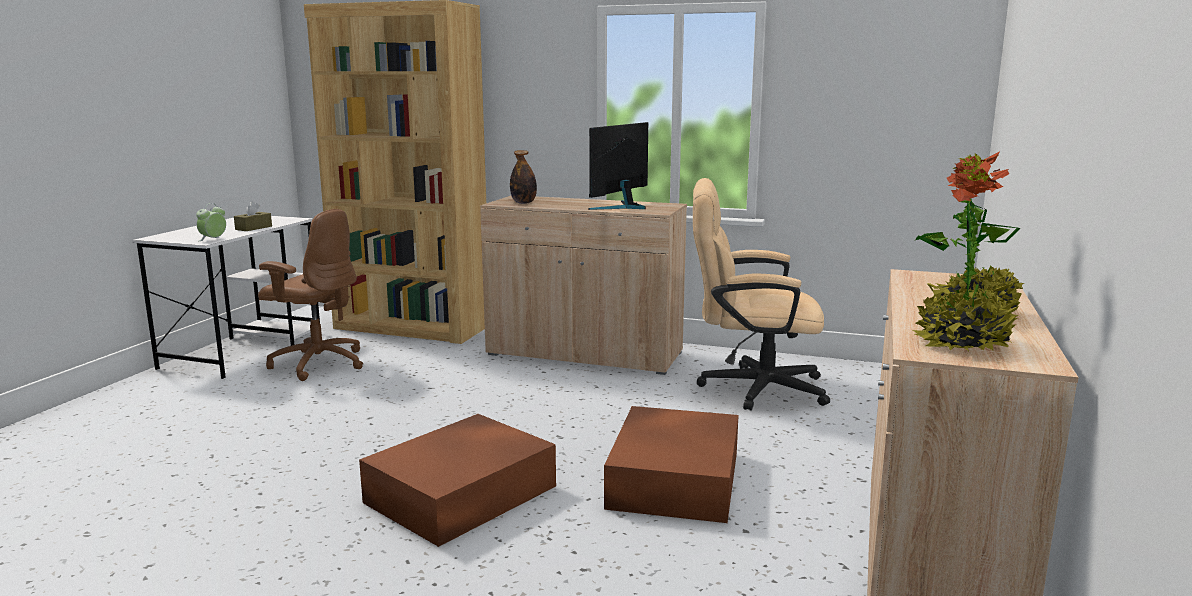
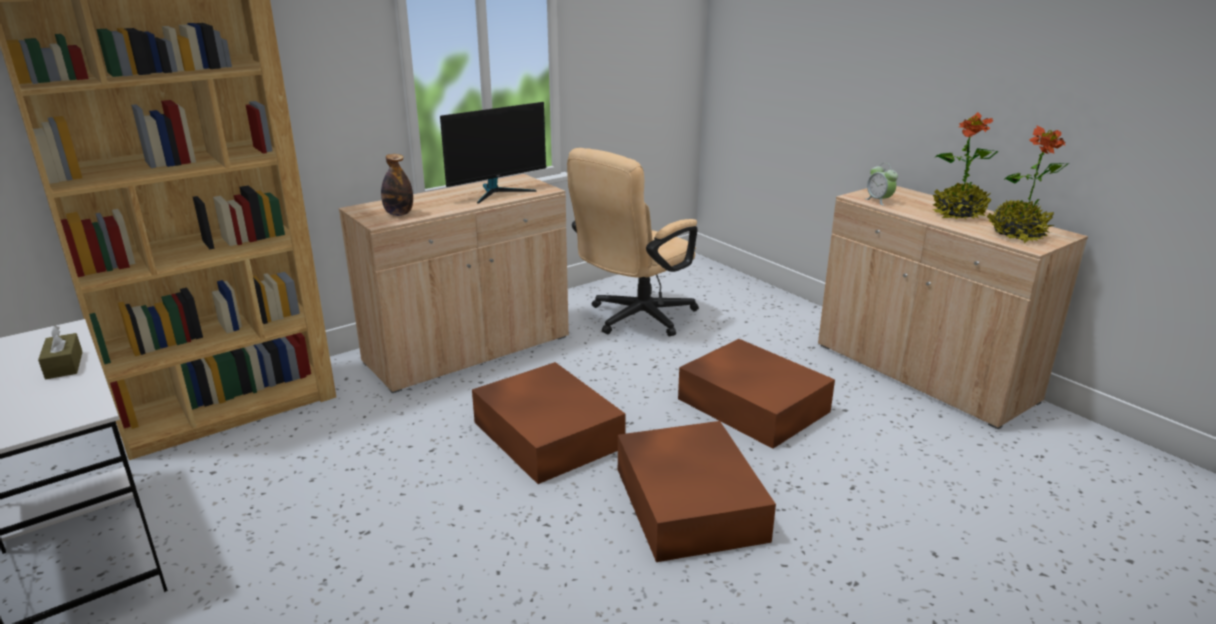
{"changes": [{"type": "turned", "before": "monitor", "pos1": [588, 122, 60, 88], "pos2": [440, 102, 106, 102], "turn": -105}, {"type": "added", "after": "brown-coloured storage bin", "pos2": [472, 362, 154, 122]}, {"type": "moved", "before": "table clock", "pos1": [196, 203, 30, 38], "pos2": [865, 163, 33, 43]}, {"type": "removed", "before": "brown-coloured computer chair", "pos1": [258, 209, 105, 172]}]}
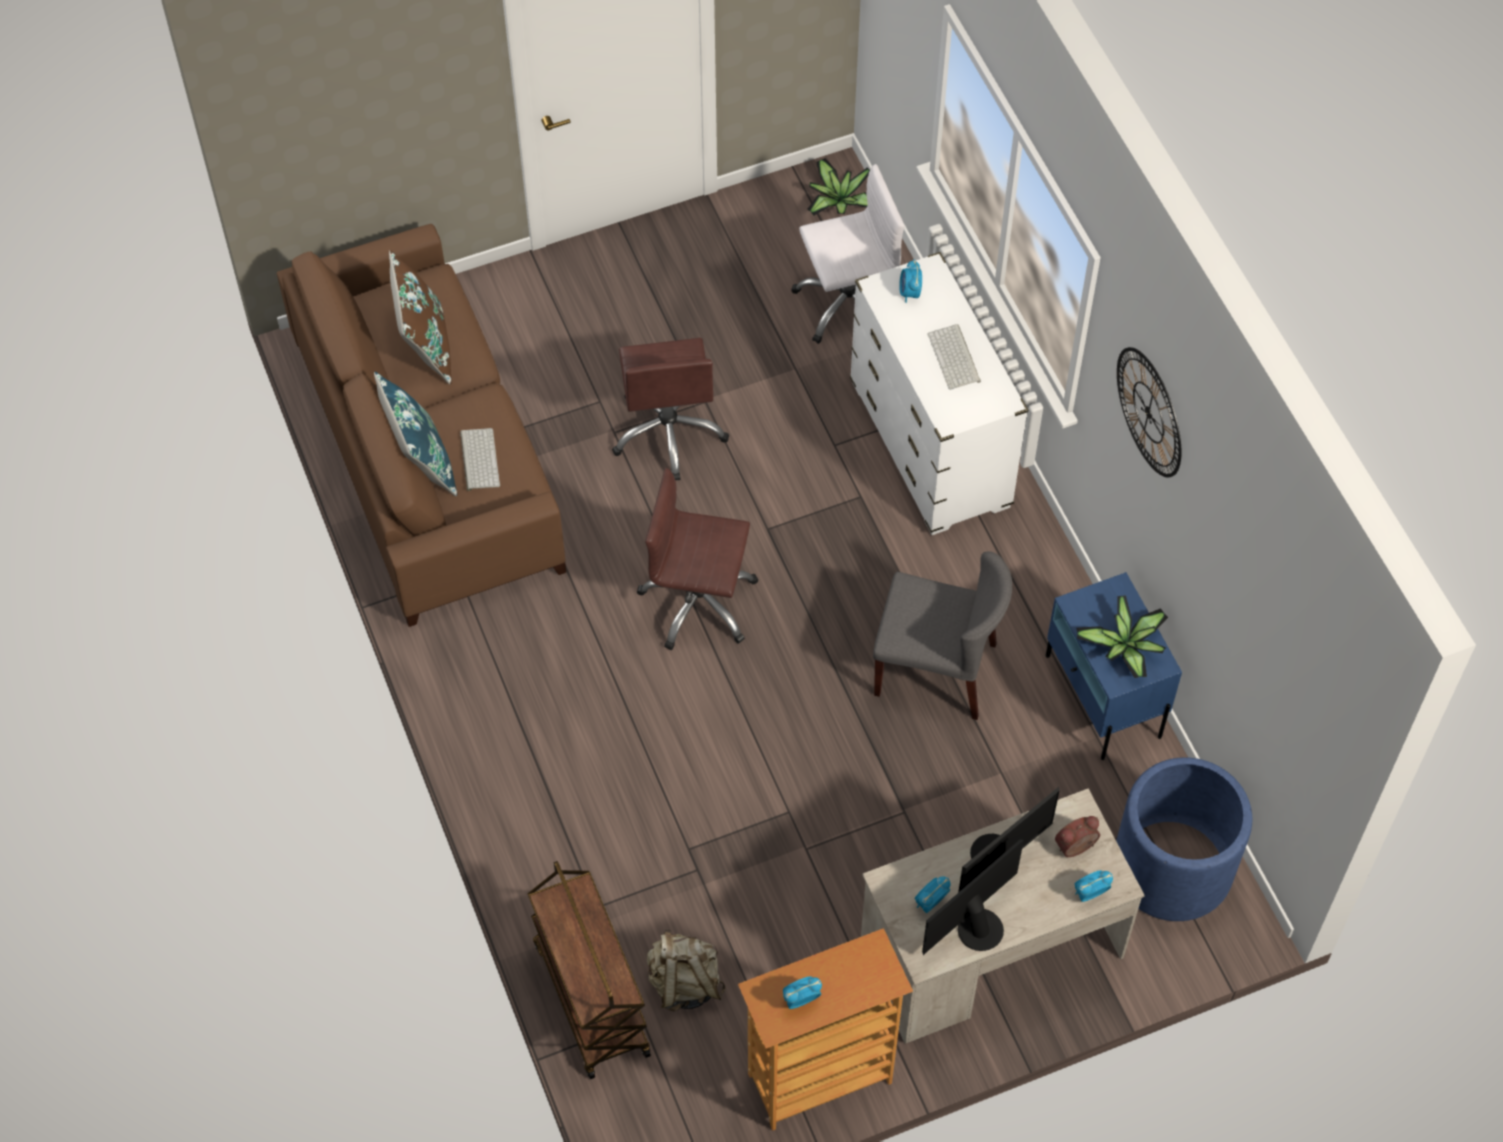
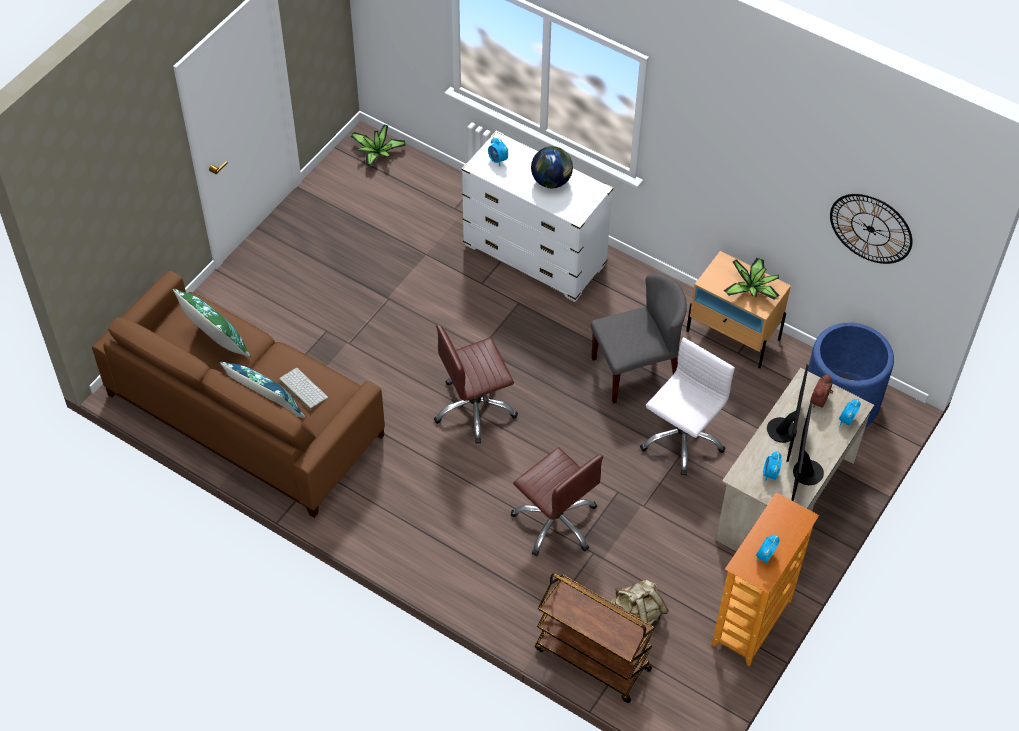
{"changes": [{"type": "recoloured", "before": "brown-coloured cushion", "after": "green-coloured cushion", "pos1": [389, 250, 63, 134], "pos2": [173, 288, 77, 69]}, {"type": "moved", "before": "brown-coloured computer chair", "pos1": [612, 338, 117, 142], "pos2": [511, 447, 92, 109]}, {"type": "replaced", "before": "PC keyboard", "after": "world globe", "pos1": [927, 324, 54, 66], "pos2": [531, 146, 42, 42]}, {"type": "moved", "before": "white-coloured computer chair", "pos1": [791, 164, 114, 180], "pos2": [640, 337, 95, 138]}, {"type": "recoloured", "before": "blue nightstand", "after": "beige nightstand", "pos1": [1046, 572, 136, 188], "pos2": [686, 251, 105, 117]}, {"type": "moved", "before": "clock on the wall", "pos1": [1117, 347, 64, 131], "pos2": [830, 194, 82, 70]}]}
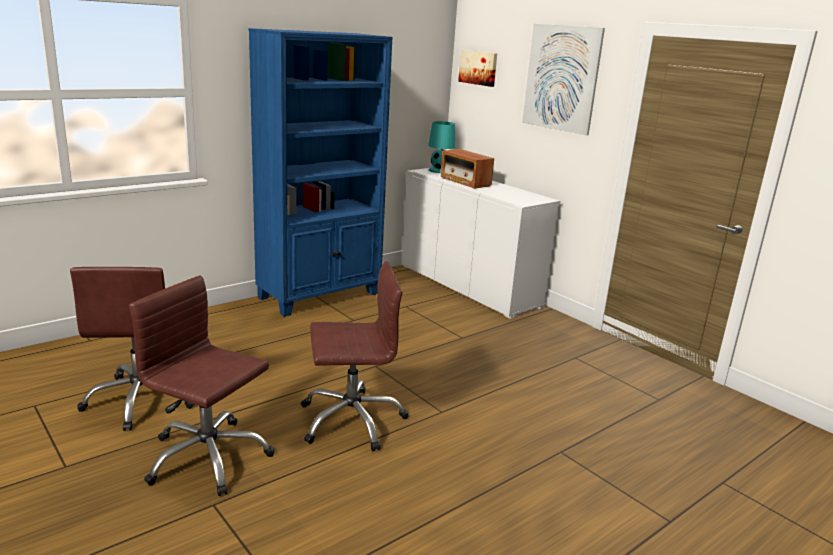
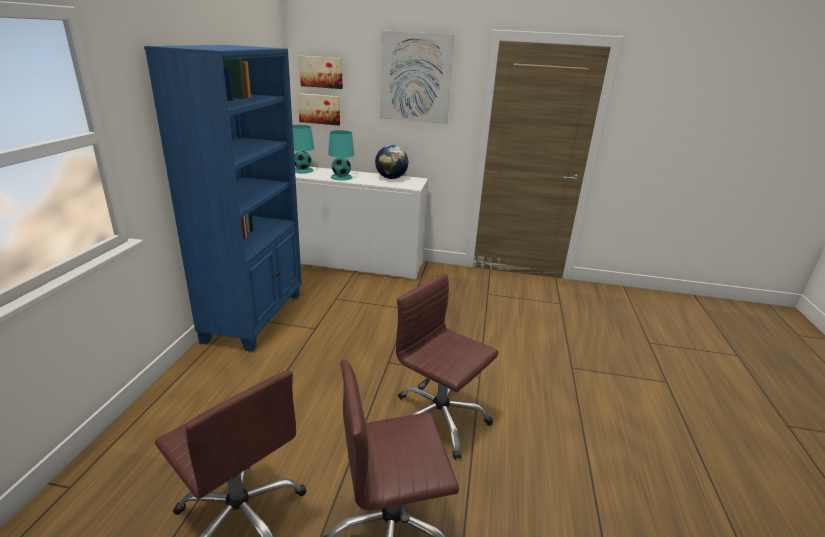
{"changes": [{"type": "added", "after": "picture", "pos2": [298, 93, 42, 32]}, {"type": "replaced", "before": "radio receiver", "after": "blue-green table lamp", "pos1": [441, 149, 53, 40], "pos2": [328, 130, 26, 51]}, {"type": "added", "after": "world globe", "pos2": [375, 145, 34, 34]}, {"type": "turned", "before": "brown-coloured computer chair", "pos1": [301, 261, 107, 190], "pos2": [396, 272, 103, 188], "turn": -90}]}
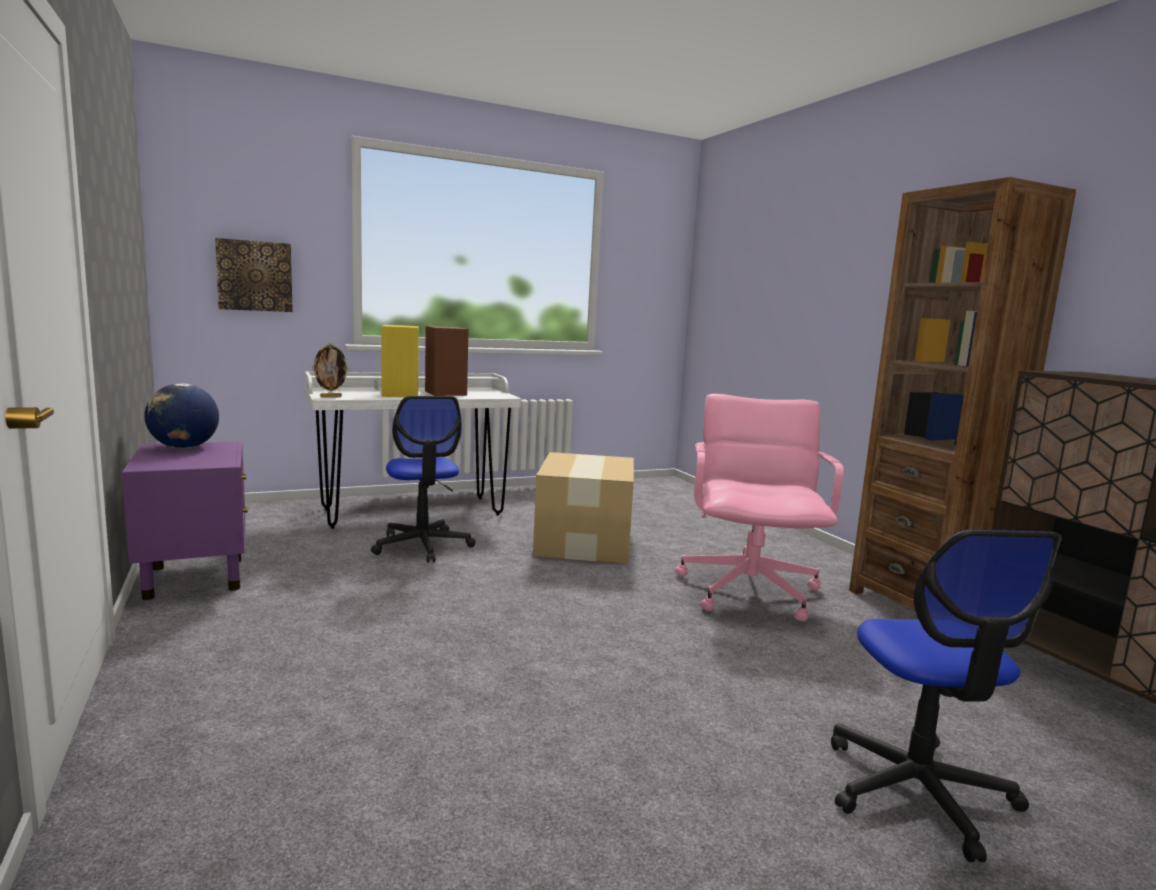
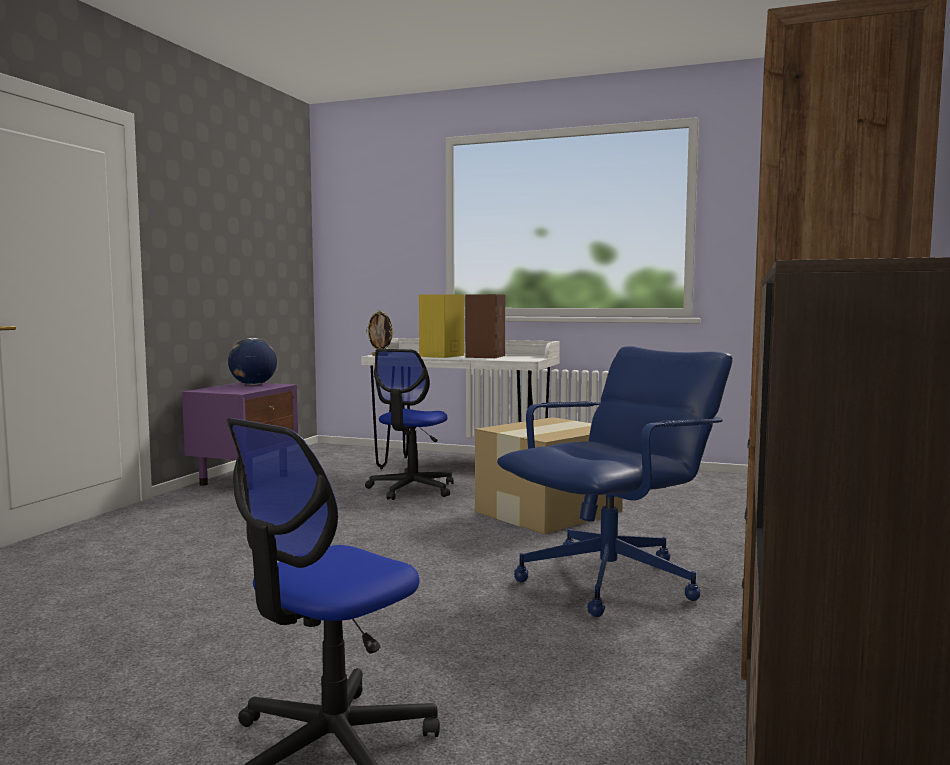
{"changes": [{"type": "recoloured", "before": "pink computer chair", "after": "blue computer chair", "pos1": [675, 394, 169, 228], "pos2": [497, 346, 236, 271]}, {"type": "removed", "before": "picture", "pos1": [215, 238, 78, 74]}]}
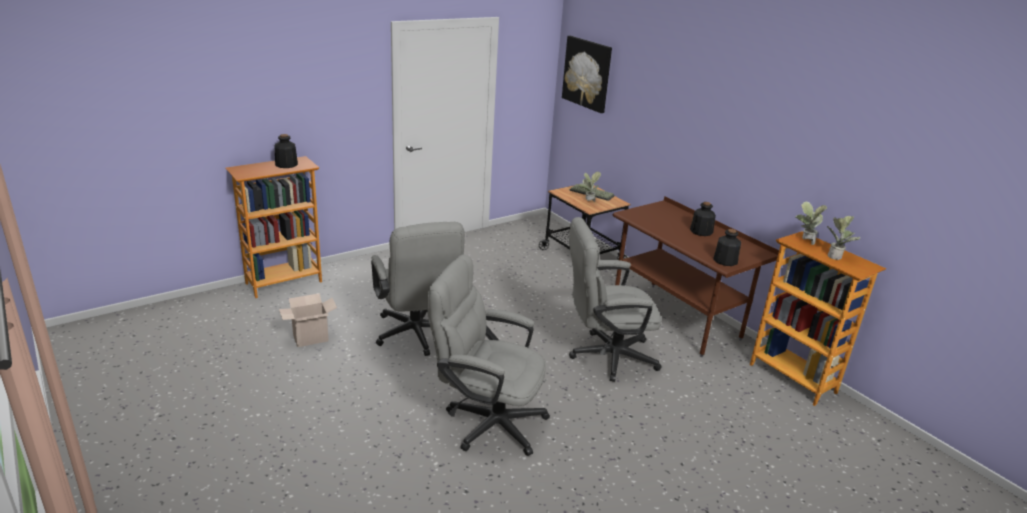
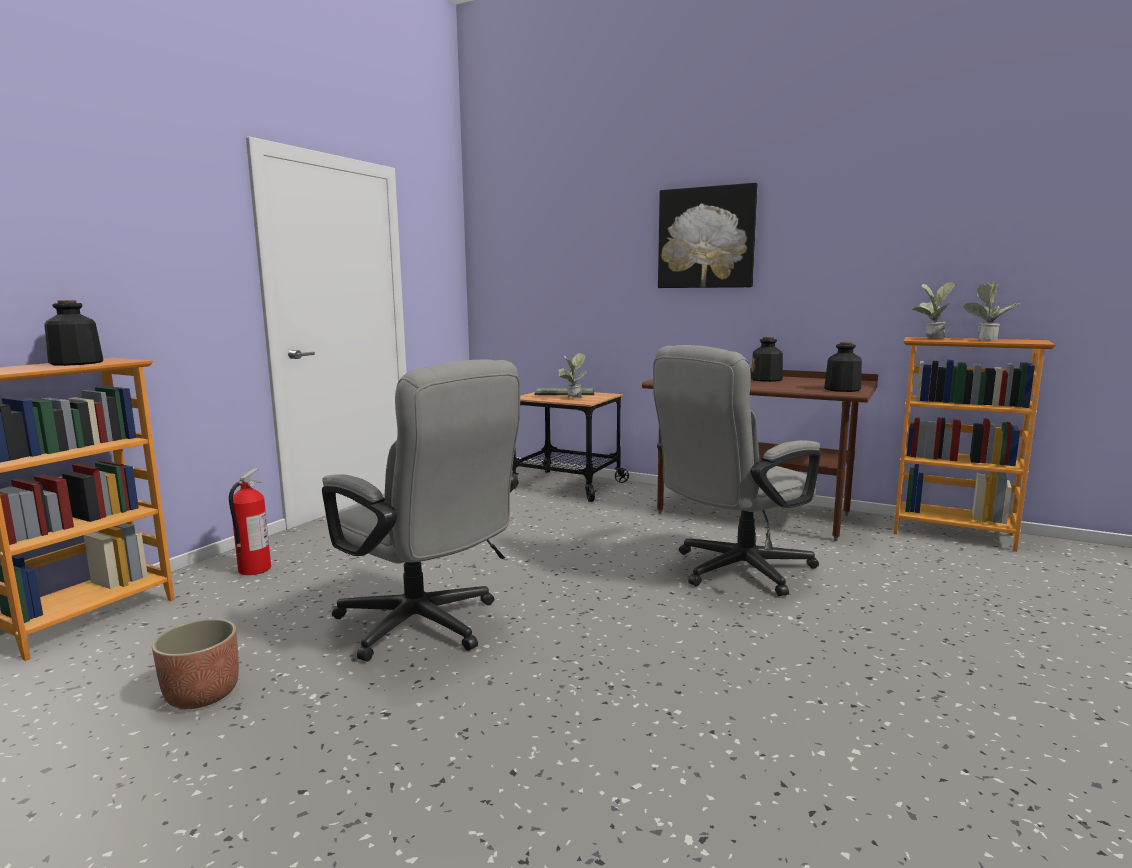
{"changes": [{"type": "replaced", "before": "cardboard box", "after": "flower pot", "pos1": [279, 293, 58, 54], "pos2": [152, 619, 87, 90]}, {"type": "added", "after": "fire extinguisher", "pos2": [229, 468, 42, 107]}, {"type": "moved", "before": "picture", "pos1": [562, 36, 50, 77], "pos2": [658, 183, 100, 105]}, {"type": "removed", "before": "grey computer chair", "pos1": [427, 255, 123, 201]}]}
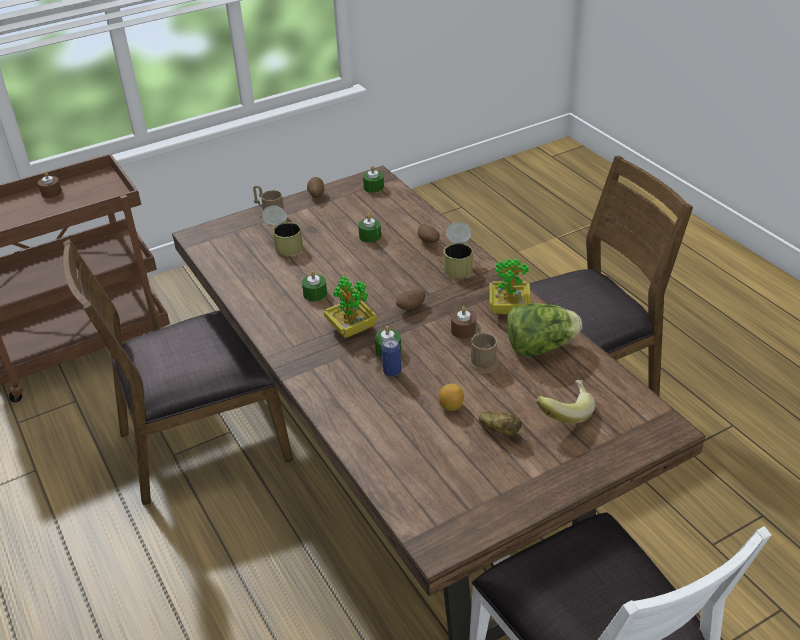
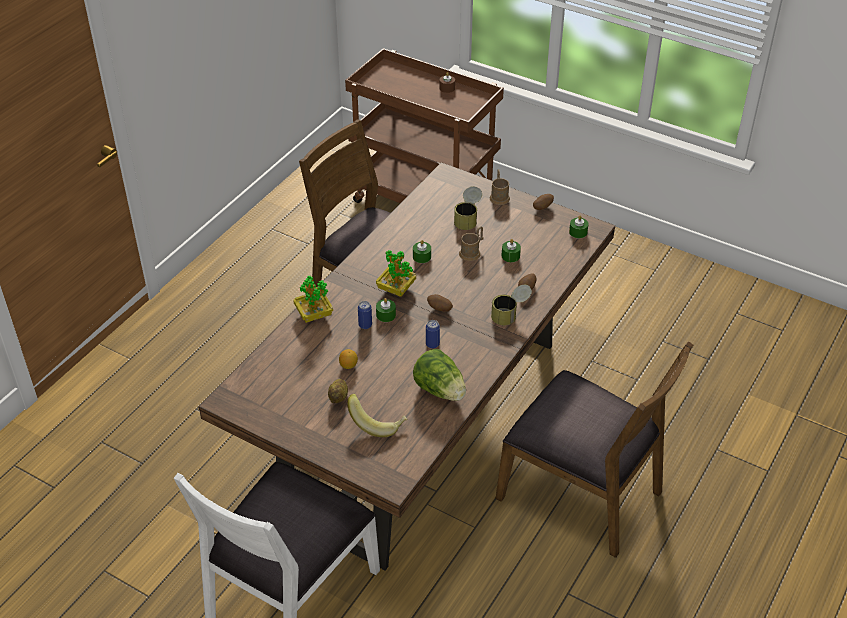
{"changes": [{"type": "moved", "before": "houseplant", "pos1": [489, 259, 42, 55], "pos2": [293, 276, 40, 47]}, {"type": "replaced", "before": "brown-coloured candle", "after": "metal can", "pos1": [451, 306, 26, 33], "pos2": [426, 320, 14, 29]}, {"type": "moved", "before": "brown-coloured coffee mug", "pos1": [468, 320, 31, 53], "pos2": [459, 226, 24, 35]}]}
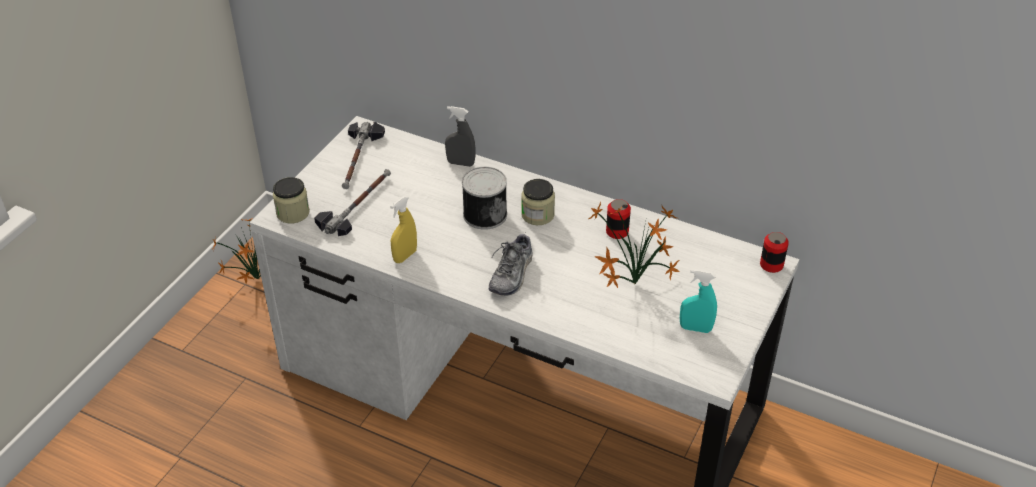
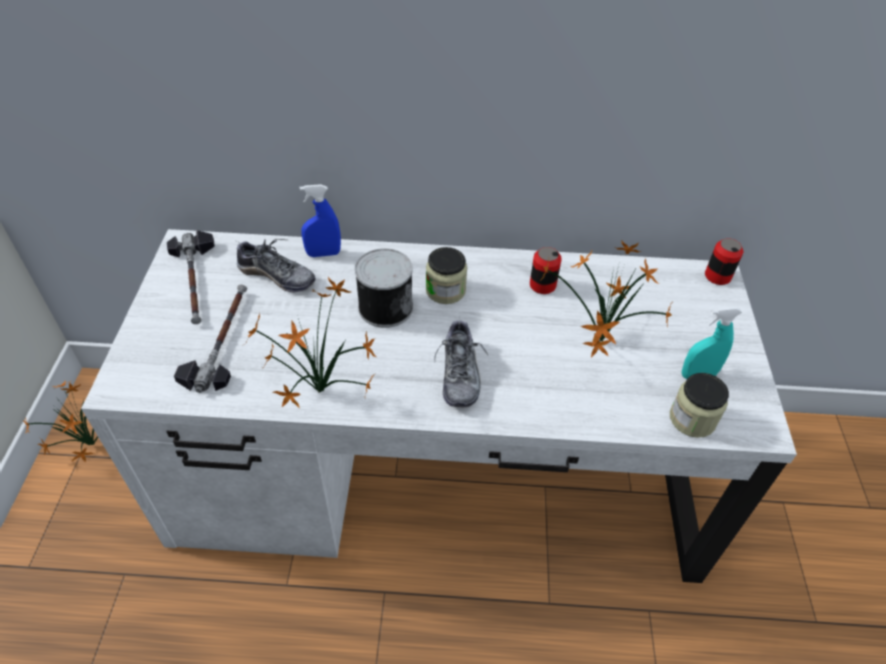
{"changes": [{"type": "added", "after": "shoe", "pos2": [237, 239, 79, 53]}, {"type": "replaced", "before": "yellowish hand sprayer", "after": "houseplant", "pos1": [390, 196, 27, 67], "pos2": [245, 277, 131, 132]}, {"type": "recoloured", "before": "grey hand sprayer", "after": "blue hand sprayer", "pos1": [445, 106, 30, 61], "pos2": [300, 184, 41, 73]}, {"type": "moved", "before": "jar", "pos1": [273, 177, 37, 46], "pos2": [670, 373, 59, 65]}]}
